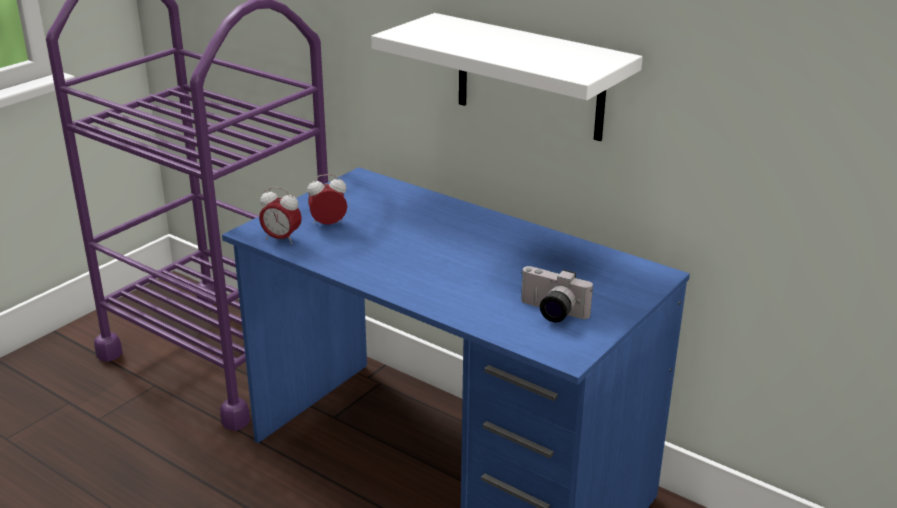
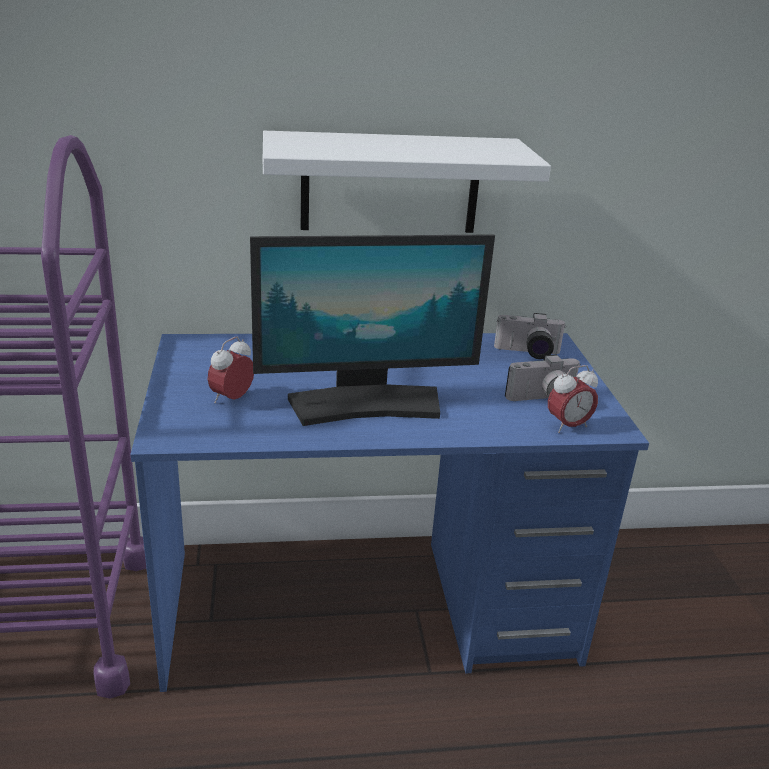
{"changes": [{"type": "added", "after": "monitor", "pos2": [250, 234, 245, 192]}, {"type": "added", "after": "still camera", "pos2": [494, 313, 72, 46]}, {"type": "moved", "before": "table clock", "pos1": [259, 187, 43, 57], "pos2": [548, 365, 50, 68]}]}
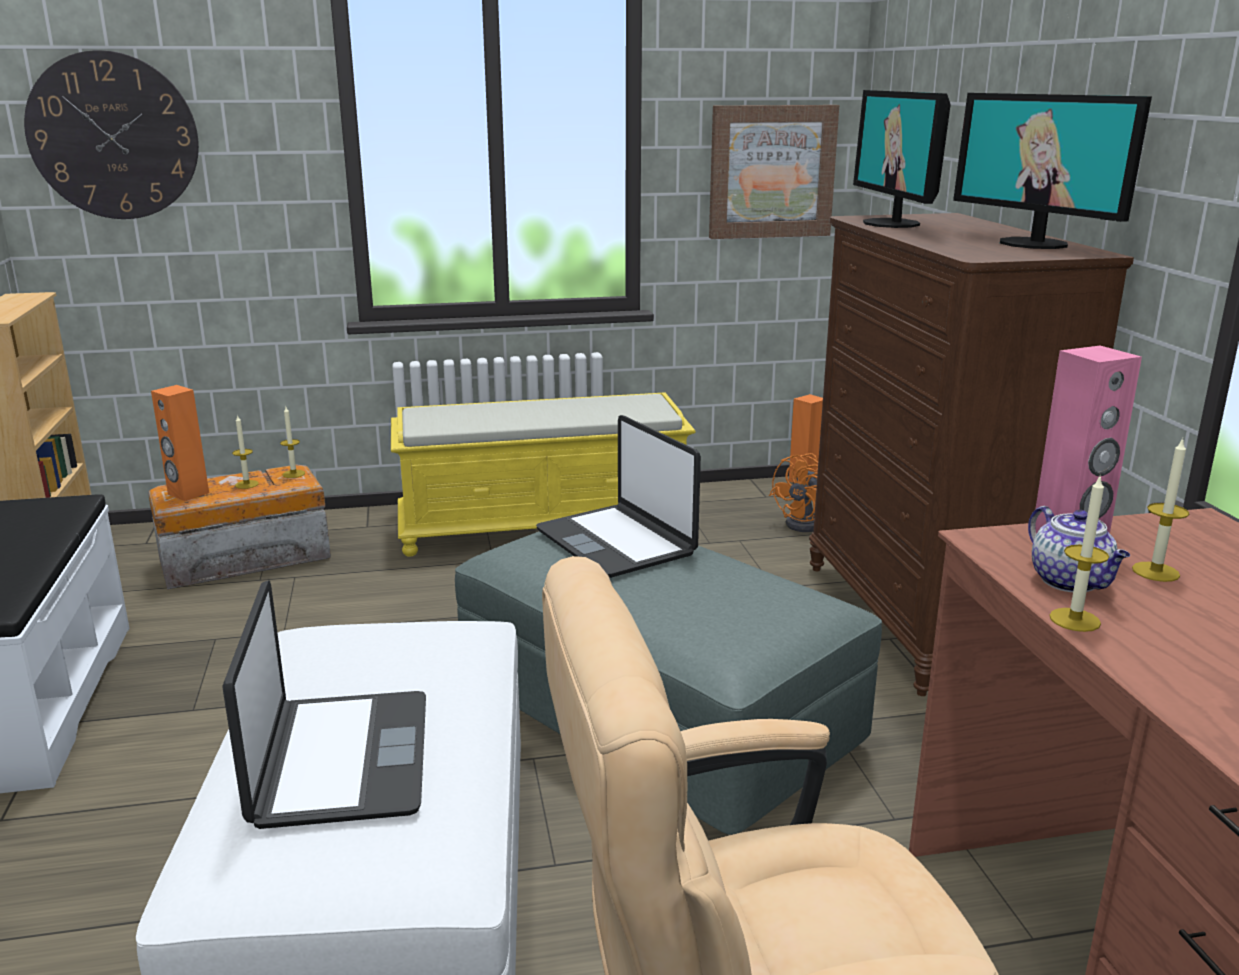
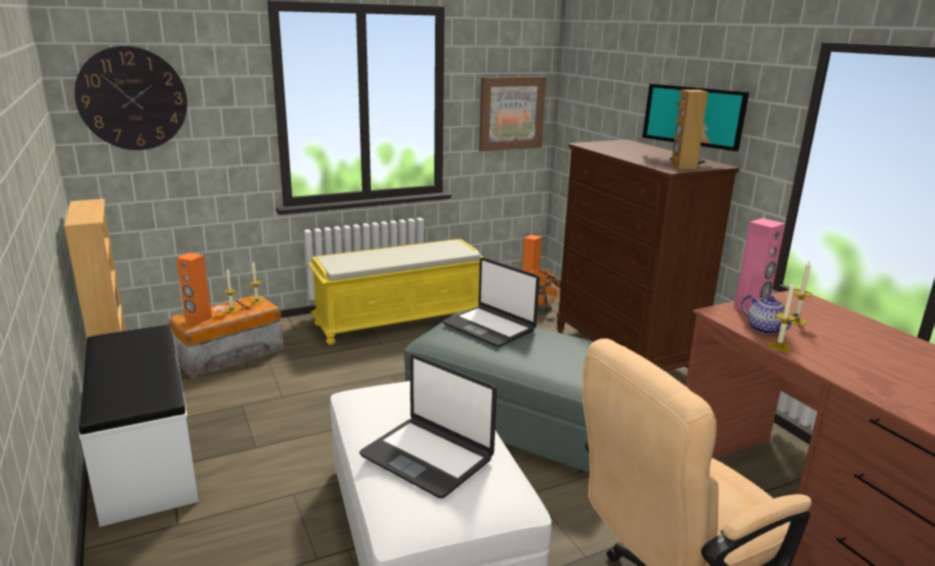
{"changes": [{"type": "turned", "before": "portable computer", "pos1": [222, 580, 204, 249], "pos2": [359, 354, 138, 144], "turn": 150}, {"type": "added", "after": "brown-coloured loudspeaker", "pos2": [671, 89, 37, 80]}, {"type": "removed", "before": "monitor", "pos1": [853, 90, 98, 138]}]}
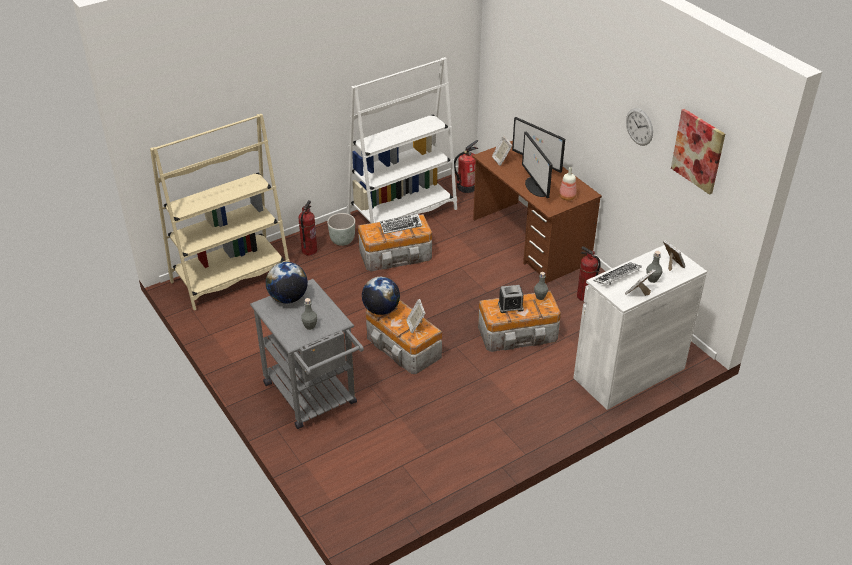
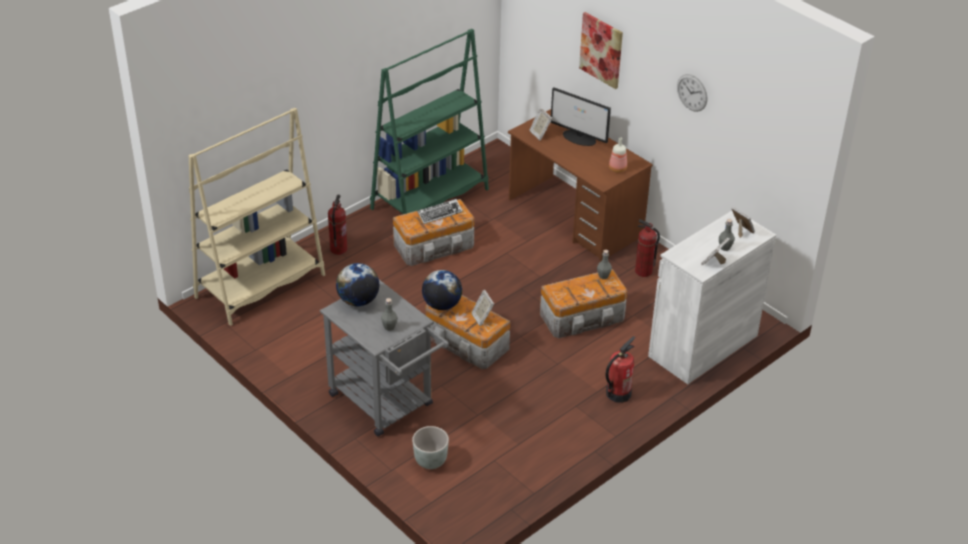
{"changes": [{"type": "recoloured", "before": "white-coloured bookcase", "after": "green-coloured bookcase", "pos1": [347, 57, 110, 166], "pos2": [370, 29, 119, 185]}, {"type": "moved", "before": "grey flower pot", "pos1": [327, 213, 28, 33], "pos2": [412, 426, 37, 43]}, {"type": "moved", "before": "picture", "pos1": [671, 109, 54, 86], "pos2": [579, 12, 44, 77]}, {"type": "moved", "before": "fire extinguisher", "pos1": [454, 140, 24, 53], "pos2": [606, 336, 29, 67]}, {"type": "removed", "before": "table clock", "pos1": [498, 285, 26, 28]}, {"type": "removed", "before": "monitor", "pos1": [522, 131, 31, 67]}, {"type": "removed", "before": "PC keyboard", "pos1": [594, 262, 48, 23]}]}
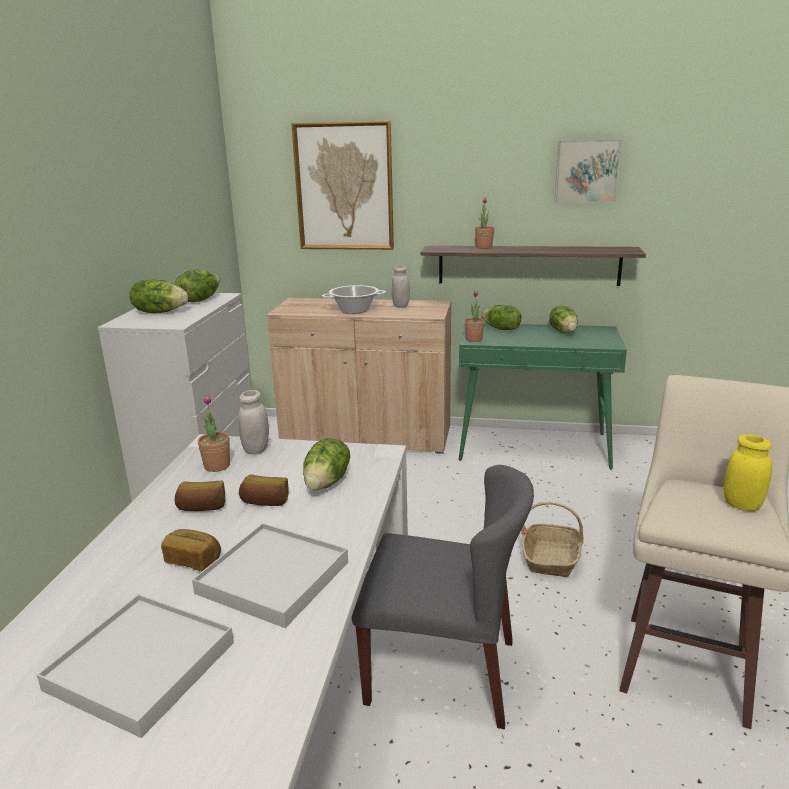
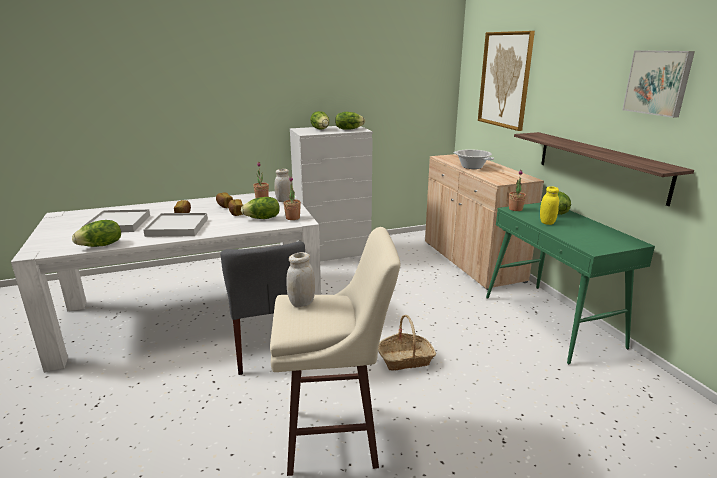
{"changes": [{"type": "moved", "before": "head of lettuce", "pos1": [550, 306, 28, 27], "pos2": [72, 220, 49, 27]}, {"type": "moved", "before": "houseplant", "pos1": [475, 197, 19, 52], "pos2": [283, 177, 18, 43]}, {"type": "moved", "before": "white-coloured jar", "pos1": [392, 266, 18, 41], "pos2": [286, 252, 29, 55]}, {"type": "moved", "before": "yellowish jar", "pos1": [724, 435, 48, 76], "pos2": [540, 186, 19, 39]}]}
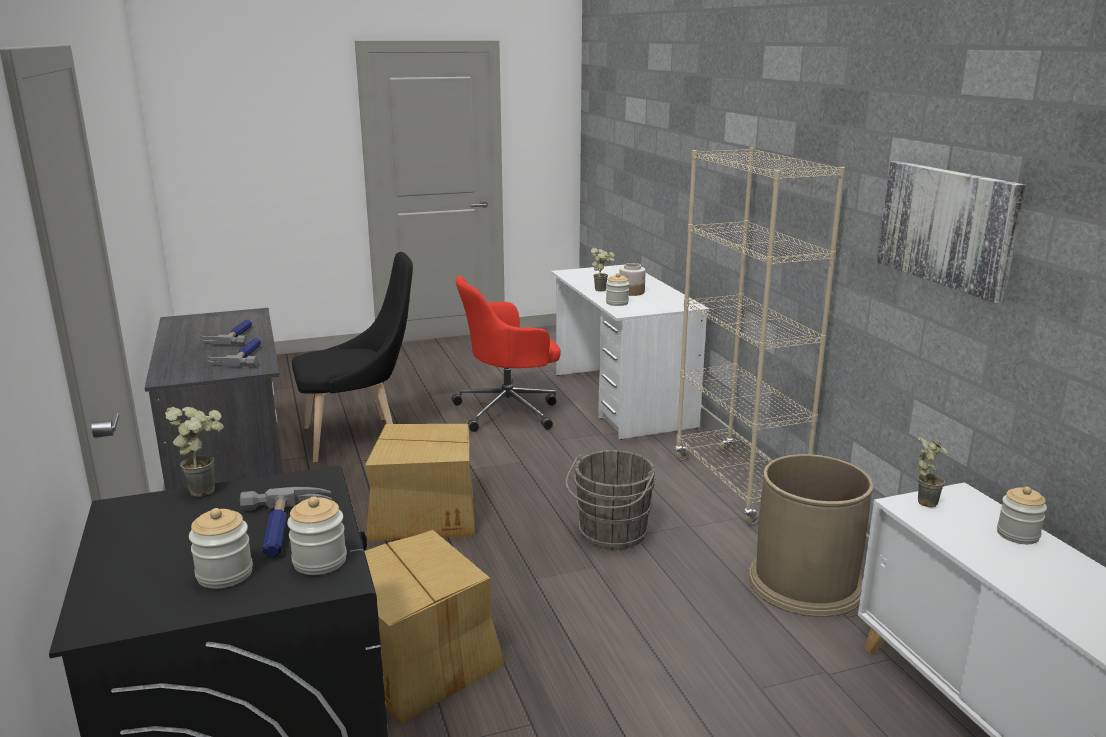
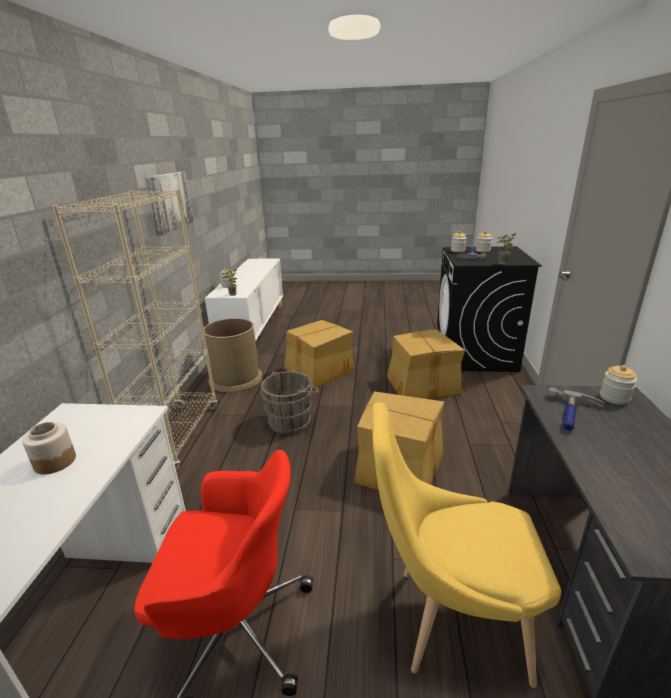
{"changes": [{"type": "added", "after": "cardboard box", "pos2": [284, 320, 70, 69]}, {"type": "recoloured", "before": "black-coloured chair", "after": "yellowish chair", "pos1": [292, 252, 121, 211], "pos2": [372, 402, 189, 286]}, {"type": "moved", "before": "jar", "pos1": [606, 273, 23, 33], "pos2": [600, 365, 37, 40]}, {"type": "removed", "before": "hammer", "pos1": [201, 320, 51, 25]}, {"type": "removed", "before": "houseplant", "pos1": [591, 248, 24, 43]}]}
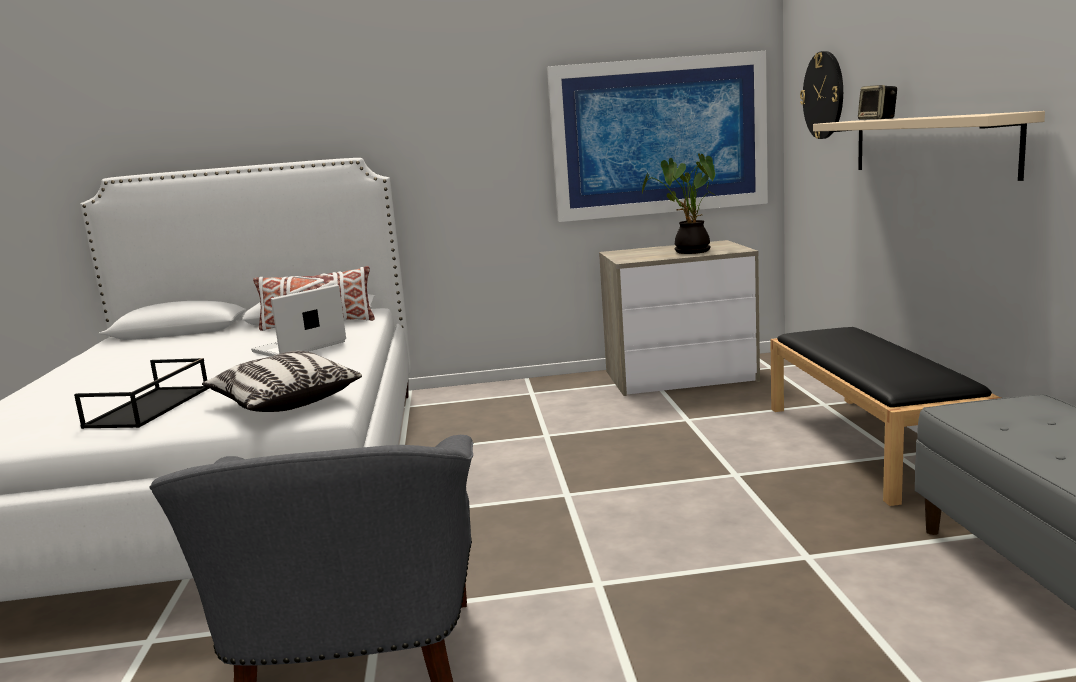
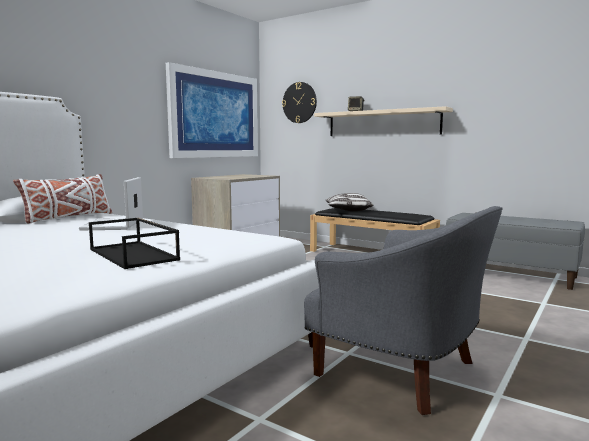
{"changes": [{"type": "moved", "before": "cushion", "pos1": [202, 351, 160, 61], "pos2": [326, 193, 48, 18]}, {"type": "removed", "before": "houseplant", "pos1": [642, 153, 74, 101]}]}
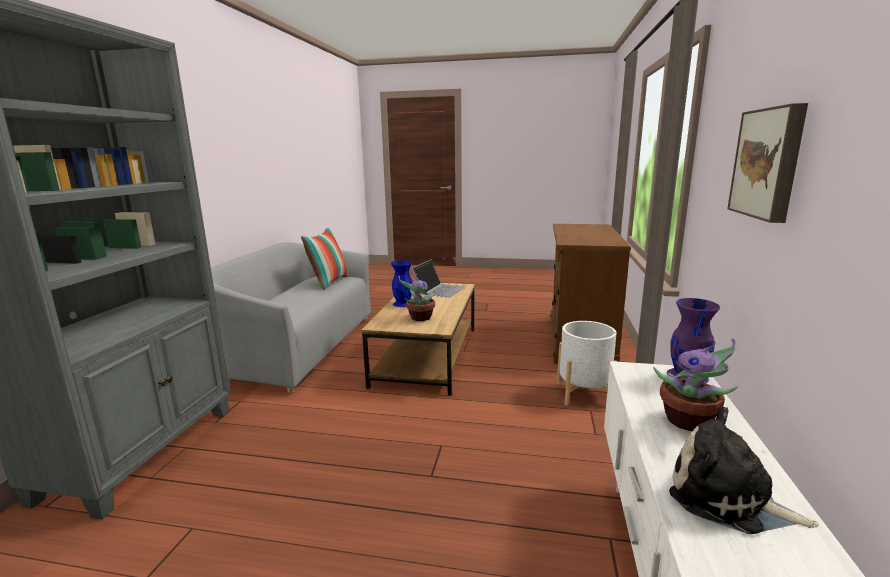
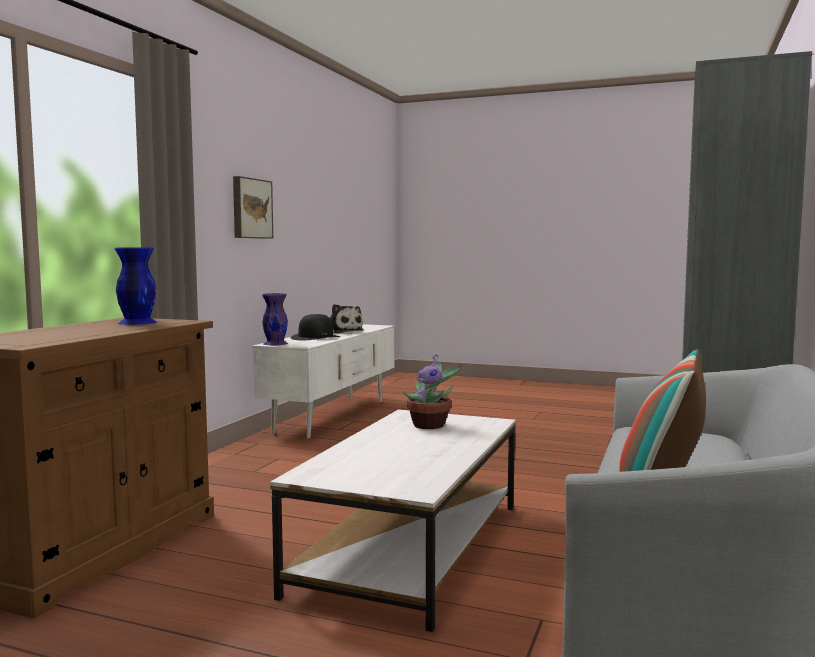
{"changes": [{"type": "moved", "before": "blue decorative vase", "pos1": [391, 260, 22, 47], "pos2": [115, 248, 42, 77]}, {"type": "recoloured", "before": "brown-coloured lounge table", "after": "white-coloured lounge table", "pos1": [361, 283, 114, 113], "pos2": [270, 409, 246, 223]}, {"type": "replaced", "before": "houseplant", "after": "black-coloured clothing hat", "pos1": [653, 338, 85, 93], "pos2": [291, 314, 50, 27]}, {"type": "removed", "before": "portable computer", "pos1": [412, 259, 53, 39]}, {"type": "removed", "before": "white-coloured flower pot", "pos1": [557, 321, 61, 85]}]}
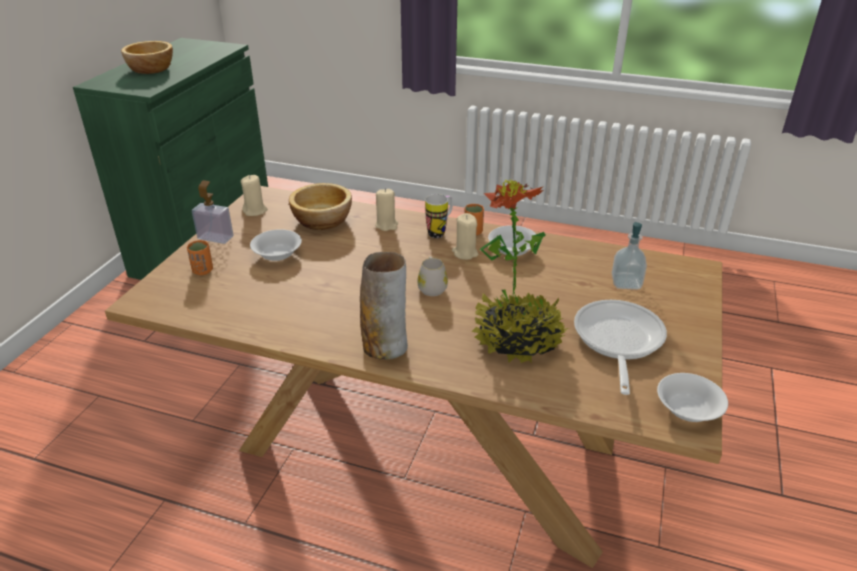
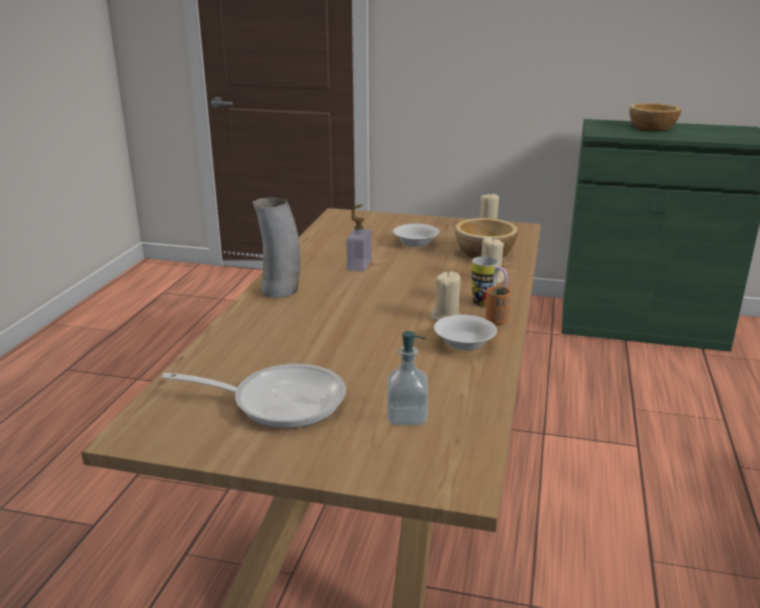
{"changes": [{"type": "moved", "before": "soap bottle", "pos1": [192, 180, 41, 64], "pos2": [346, 204, 25, 68]}, {"type": "removed", "before": "orange drinking cup", "pos1": [187, 240, 26, 35]}, {"type": "removed", "before": "white-coloured coffee mug", "pos1": [417, 257, 31, 39]}, {"type": "removed", "before": "houseplant", "pos1": [472, 179, 97, 184]}, {"type": "removed", "before": "white-coloured bowl", "pos1": [657, 373, 71, 49]}]}
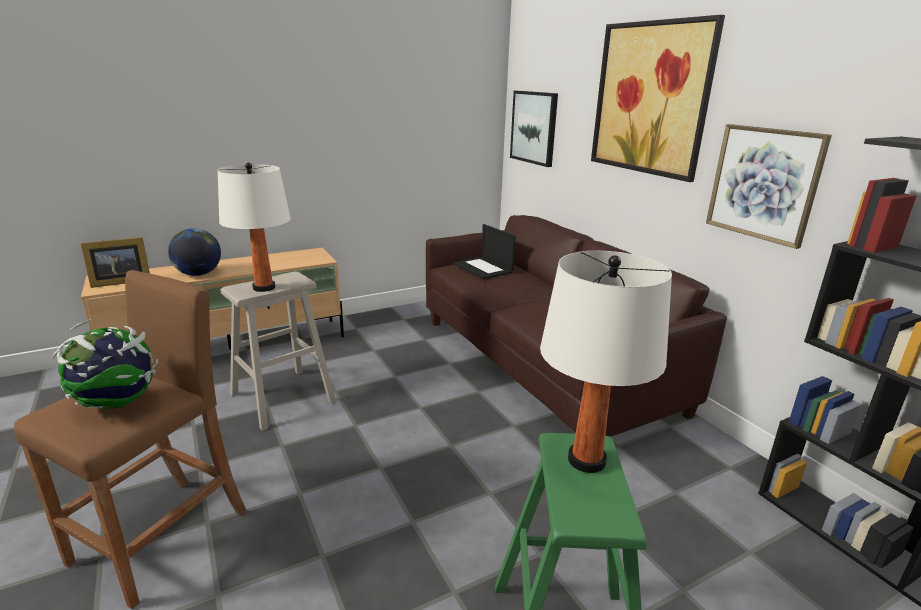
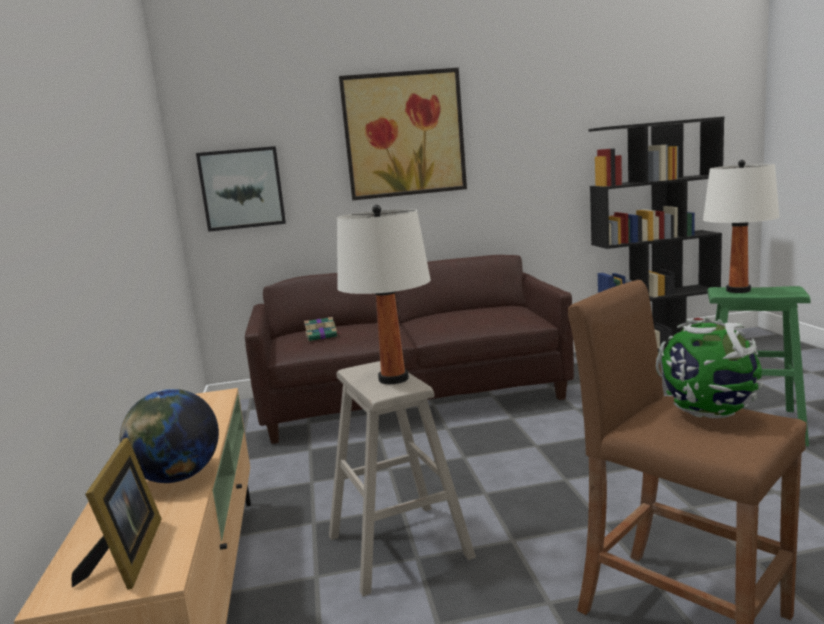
{"changes": [{"type": "replaced", "before": "portable computer", "after": "book", "pos1": [453, 224, 63, 55], "pos2": [304, 317, 38, 24]}, {"type": "removed", "before": "picture", "pos1": [706, 124, 126, 125]}]}
